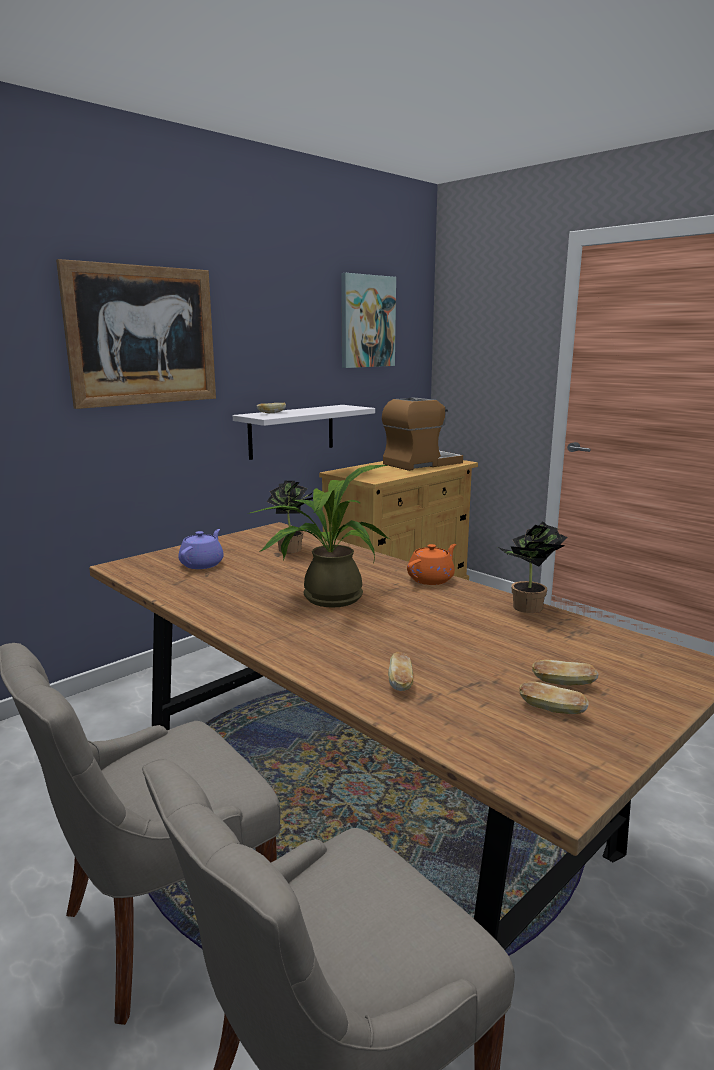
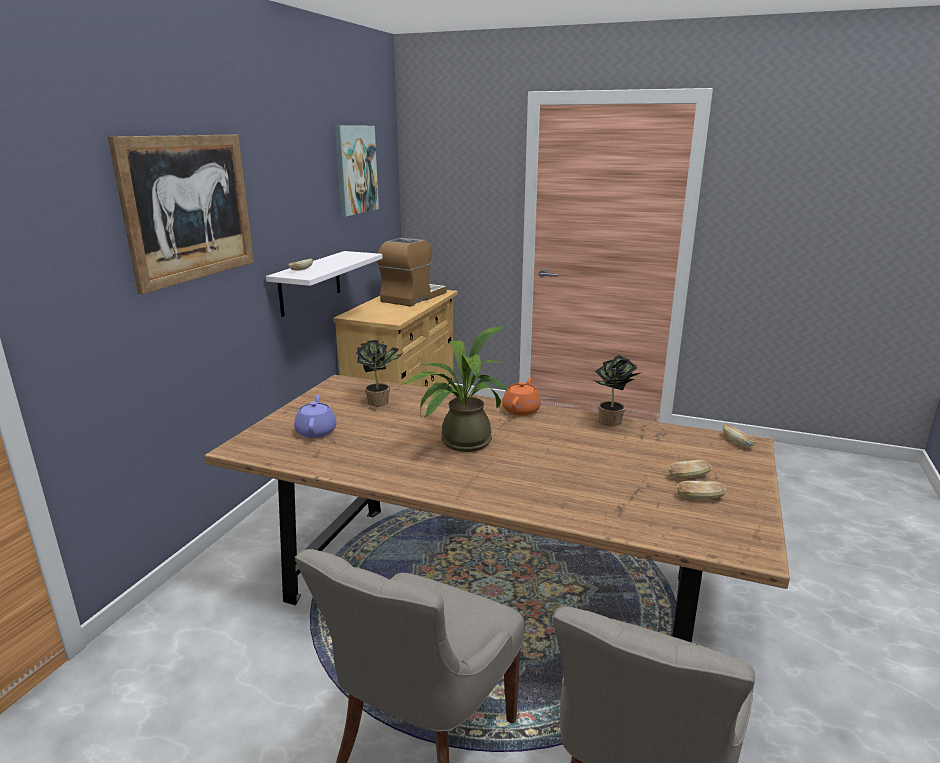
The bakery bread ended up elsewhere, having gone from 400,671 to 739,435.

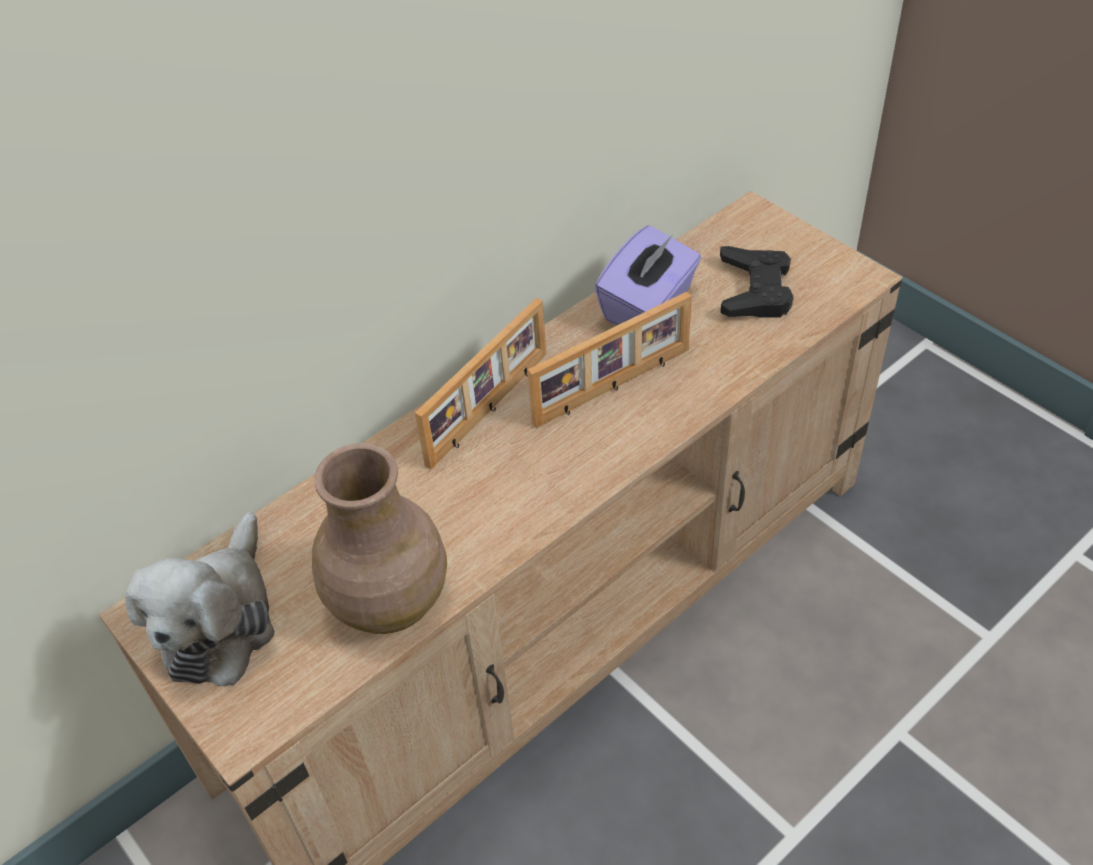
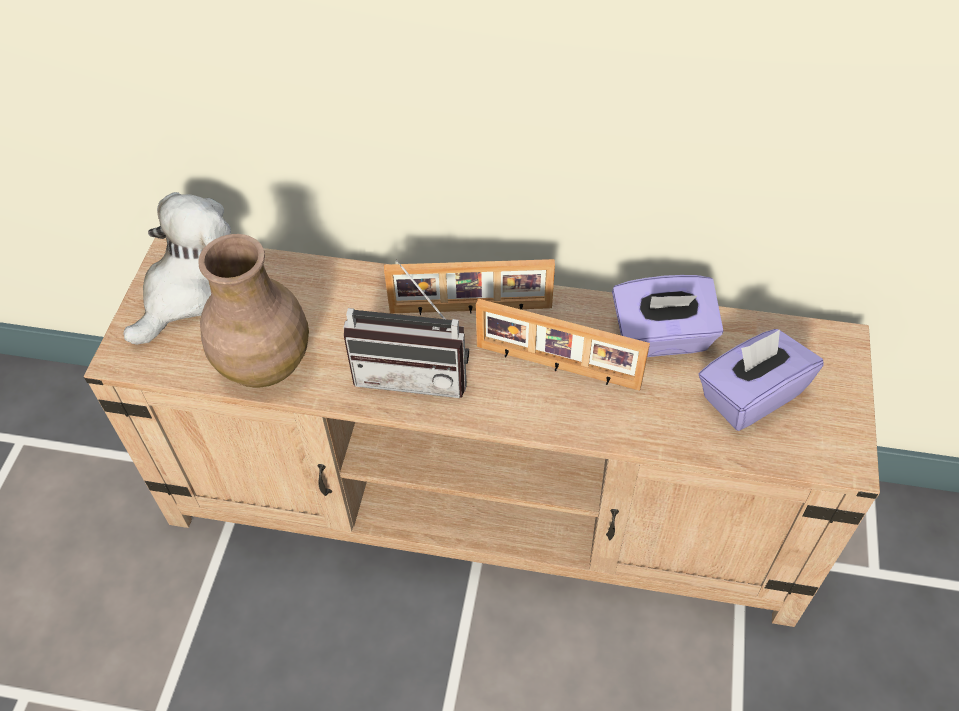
The second view gained the radio at 406,328. Where the blackish joypad stood at 757,282, the purple-coloured tissue holder came to stand at 761,380. The cuddly toy at 200,599 ended up facing another way, 150 degrees clockwise from before.

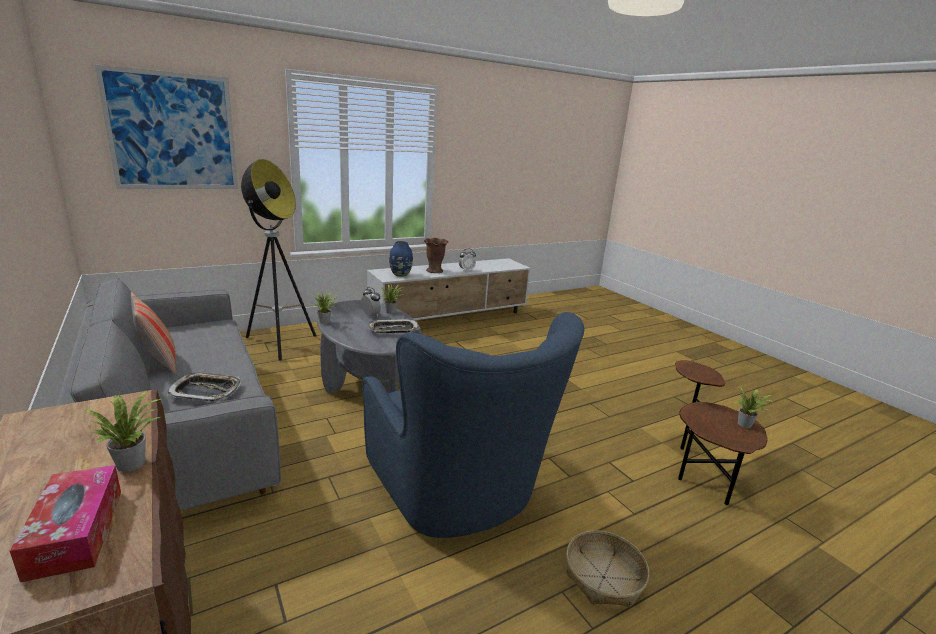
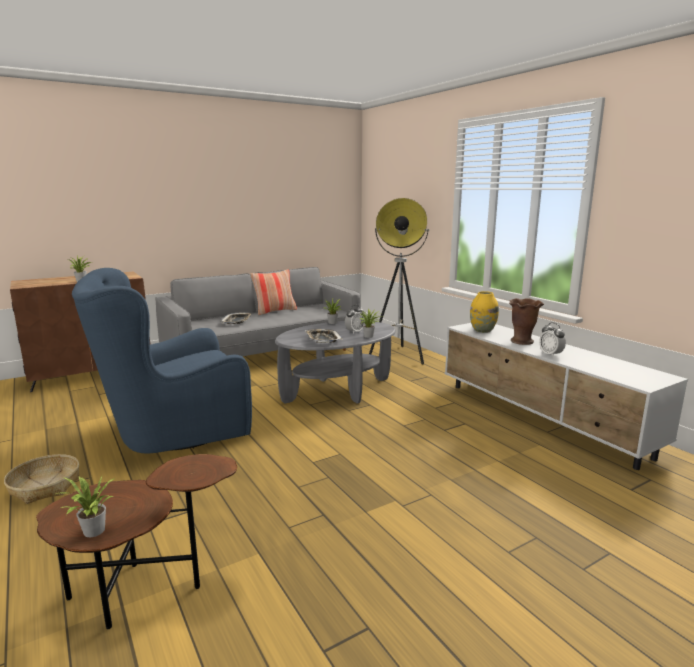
The second view lost the tissue holder at 65,523. The second view lost the wall art at 166,127. What was the blue flower vase at 401,259 turned into the yellowish flower vase at 484,312.

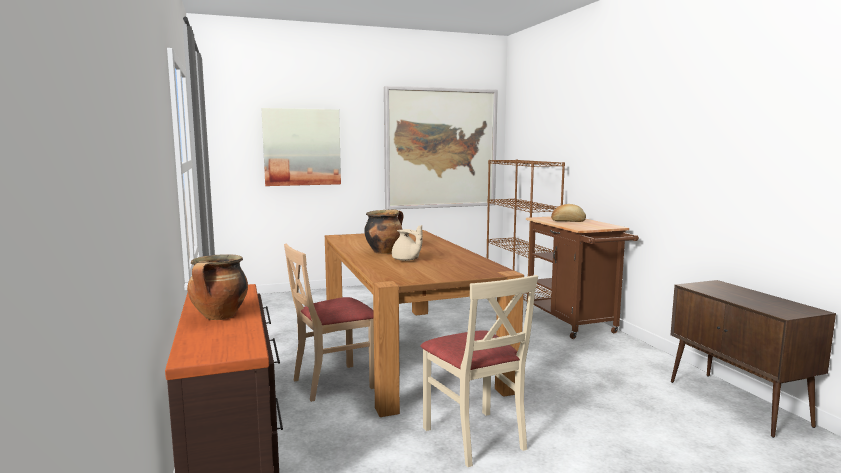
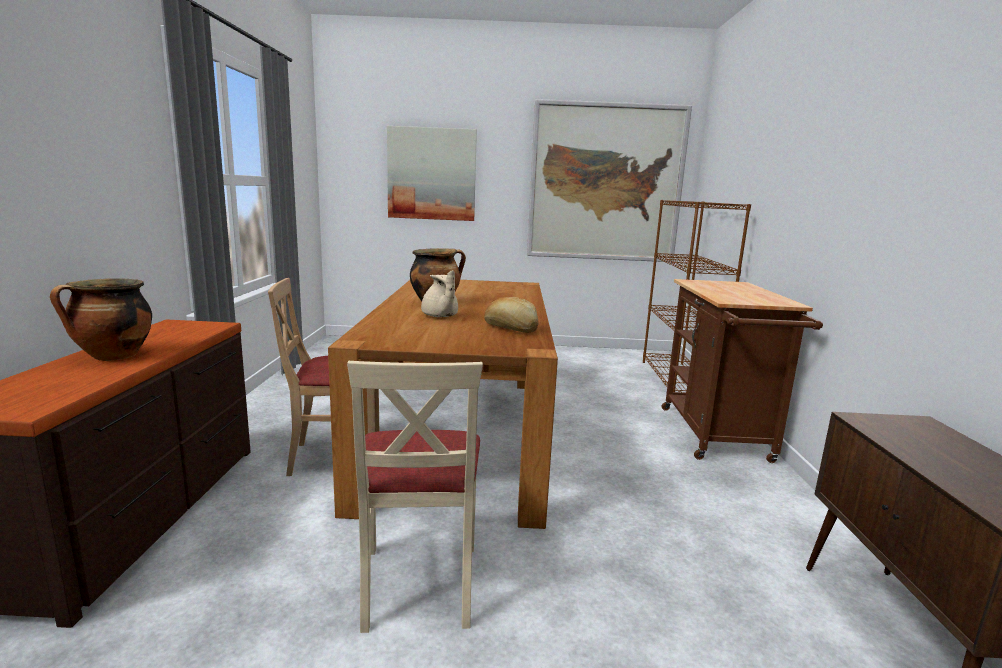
The bakery bread ended up elsewhere, having gone from 568,213 to 511,315.

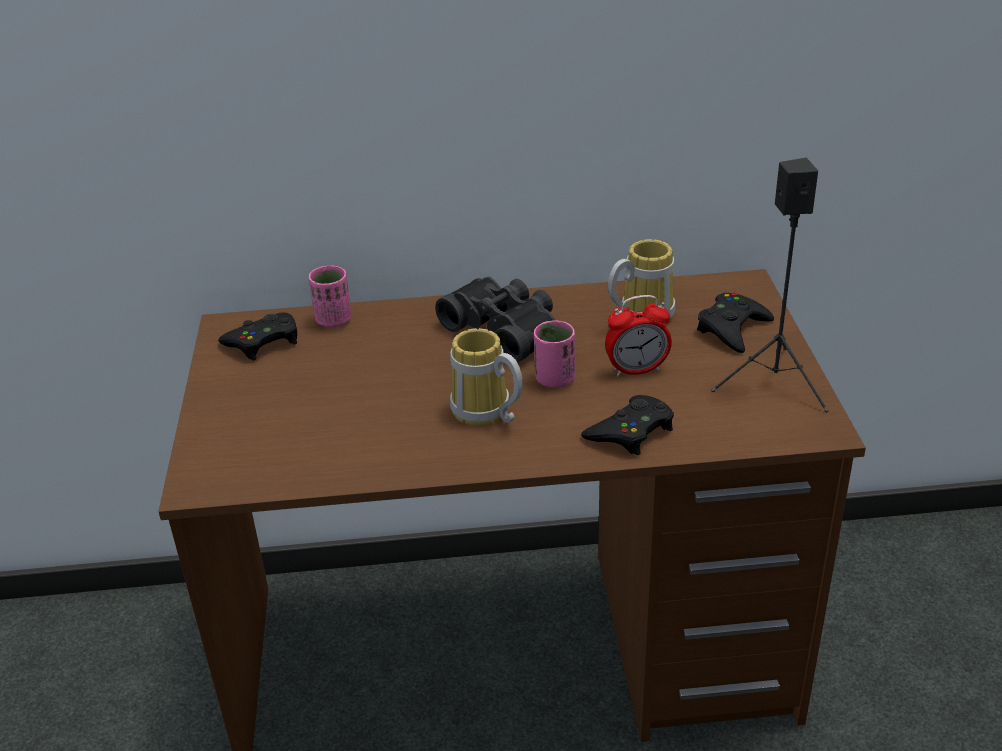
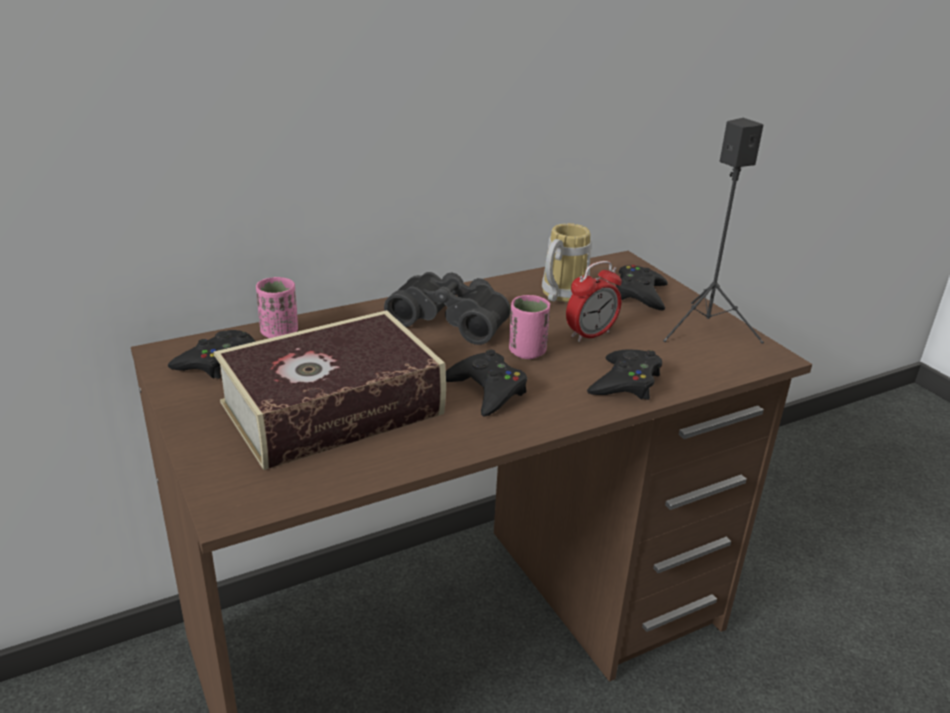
The second view gained the book at 330,390. Where the mug stood at 486,377, the blackish joypad came to stand at 486,383.

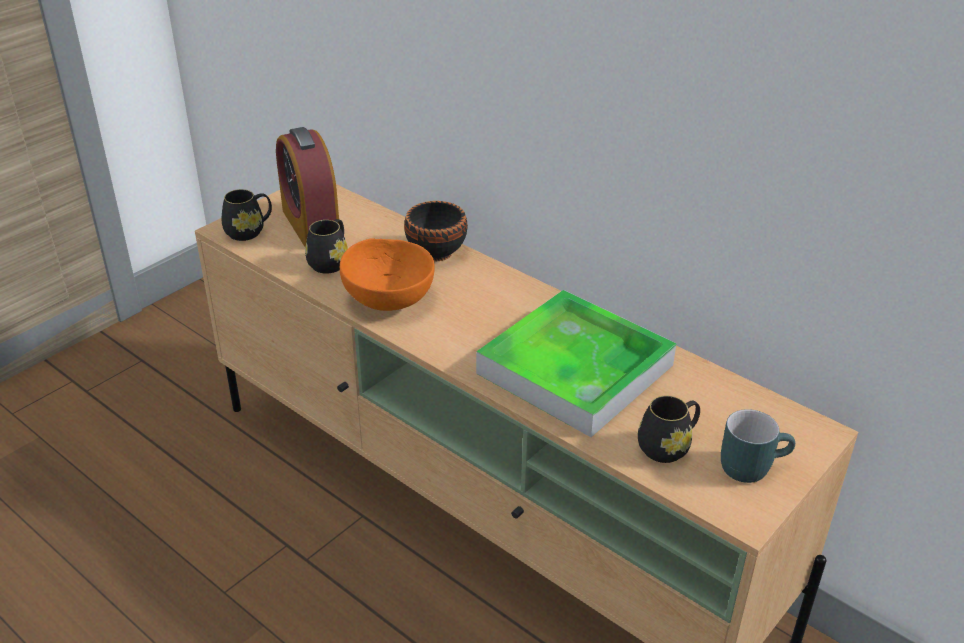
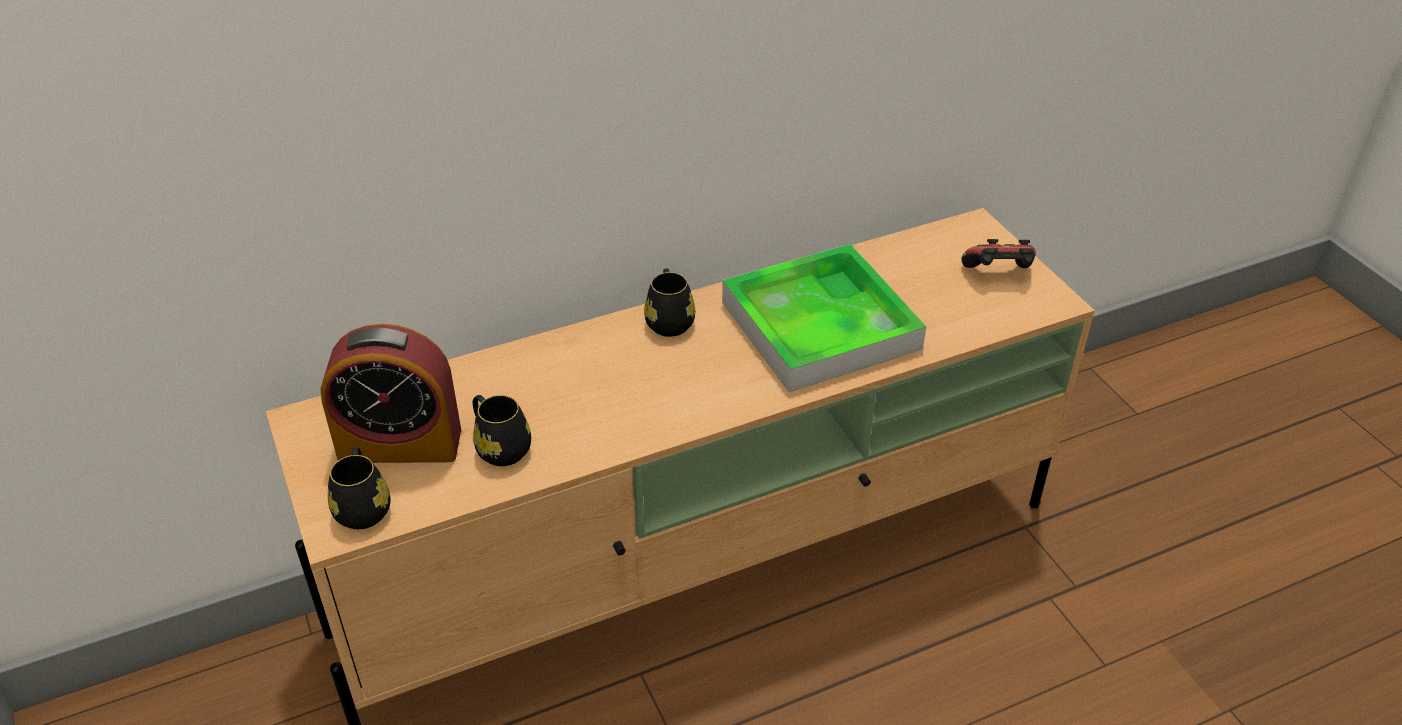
The second view lost the orange deep dish at 387,274. The second view lost the blackish deep dish at 436,231. The blackish mug ended up elsewhere, having gone from 669,429 to 669,303. Where the turquoise-coloured mug stood at 758,446, the joypad came to stand at 998,253.

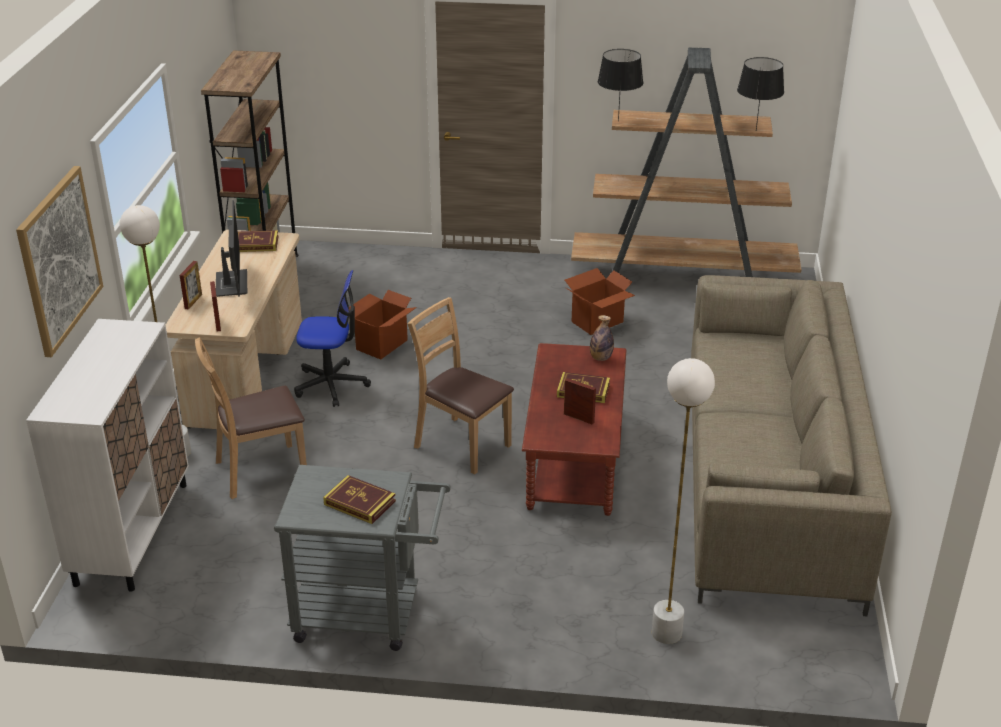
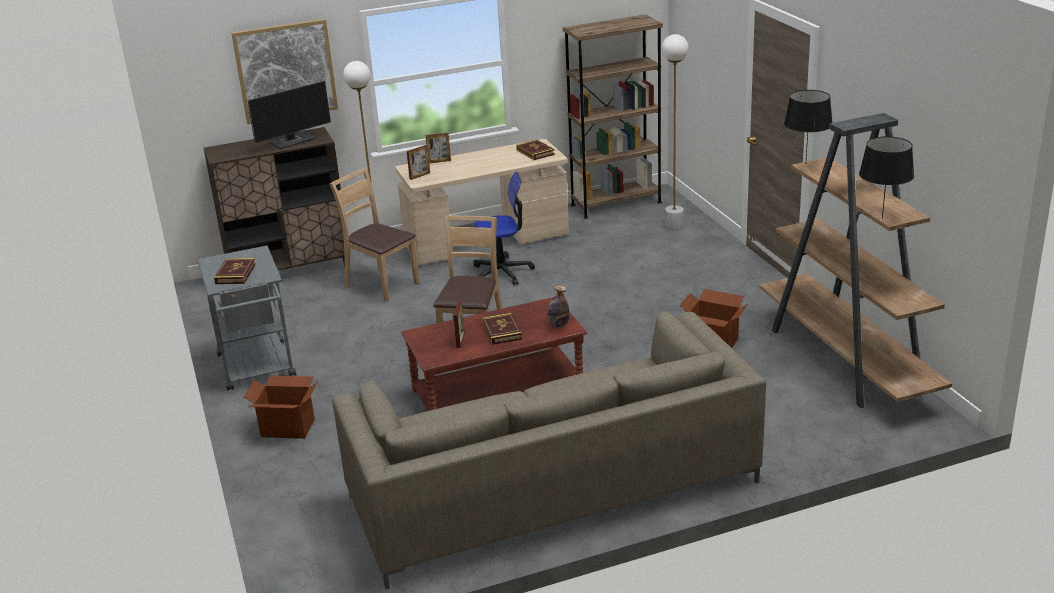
The monitor ended up elsewhere, having gone from 231,248 to 289,115. The packing box ended up elsewhere, having gone from 383,324 to 281,407. The white standing lamp ended up elsewhere, having gone from 683,501 to 675,132. What was the white storage cabinet at 107,455 turned into the brown storage cabinet at 274,198. The office chair at 332,338 ended up facing another way, 75 degrees counterclockwise from before.

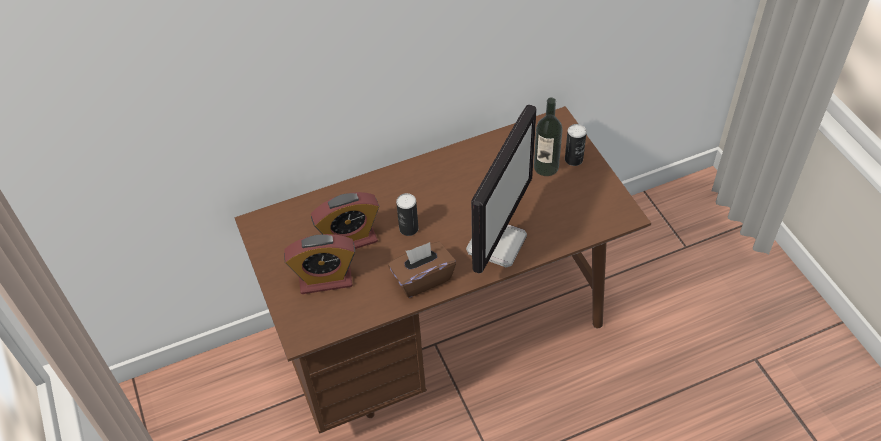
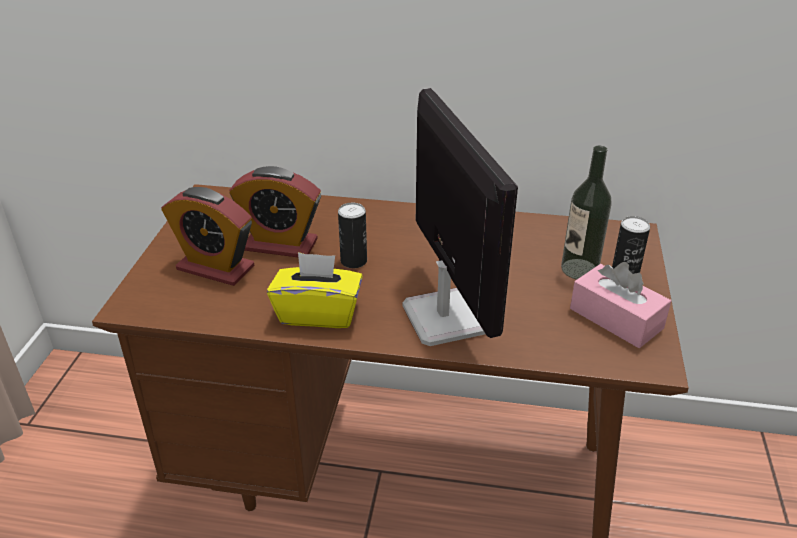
The second view gained the pink tissue holder at 620,305. What was the brown tissue holder at 422,270 turned into the yellowish tissue holder at 315,290. The monitor at 501,188 ended up facing another way, 75 degrees counterclockwise from before.

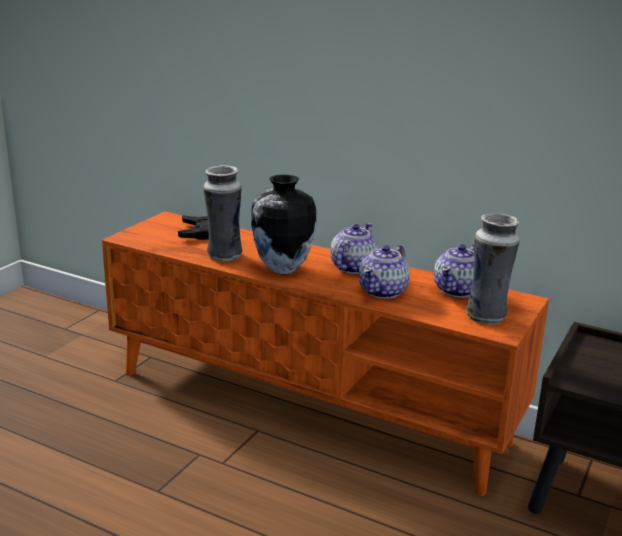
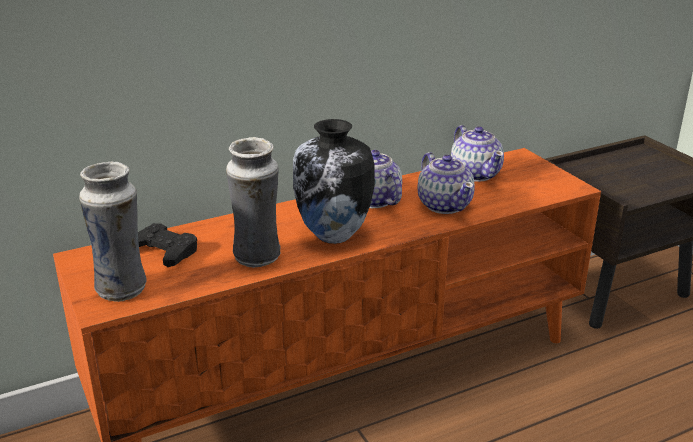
The flower vase ended up elsewhere, having gone from 493,269 to 113,232.

